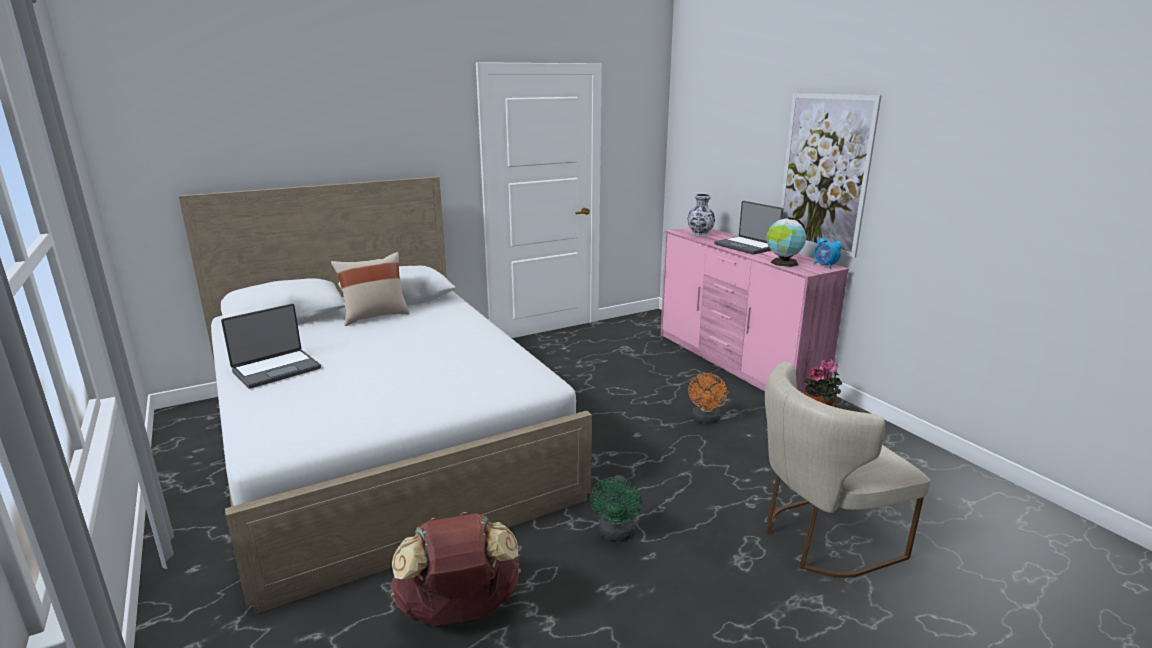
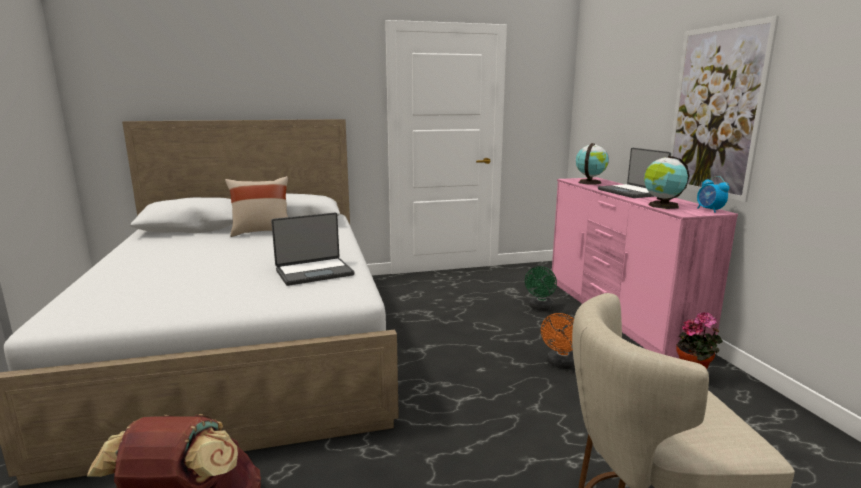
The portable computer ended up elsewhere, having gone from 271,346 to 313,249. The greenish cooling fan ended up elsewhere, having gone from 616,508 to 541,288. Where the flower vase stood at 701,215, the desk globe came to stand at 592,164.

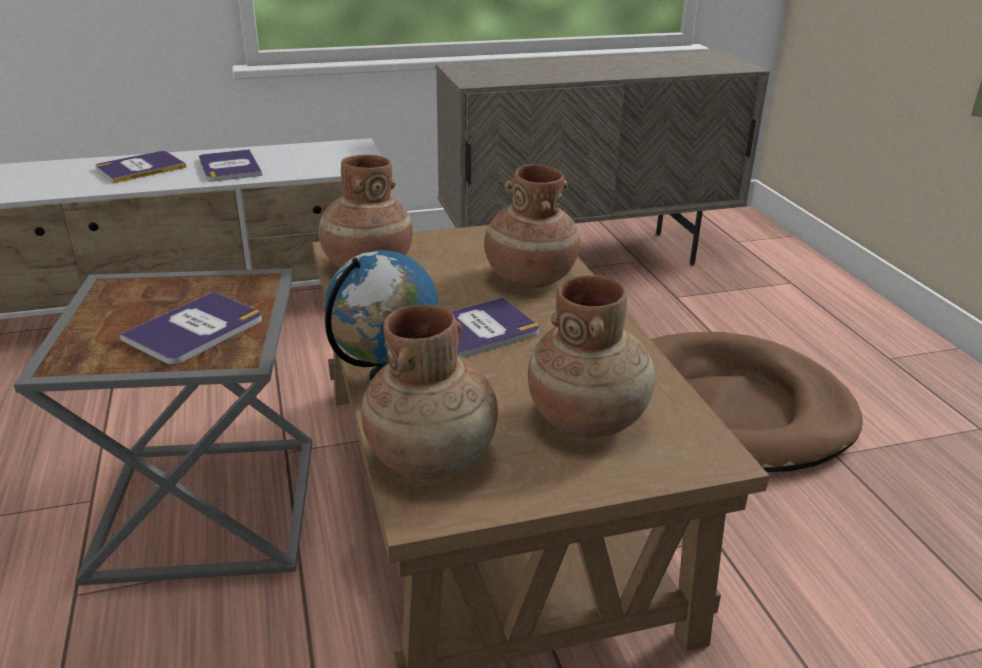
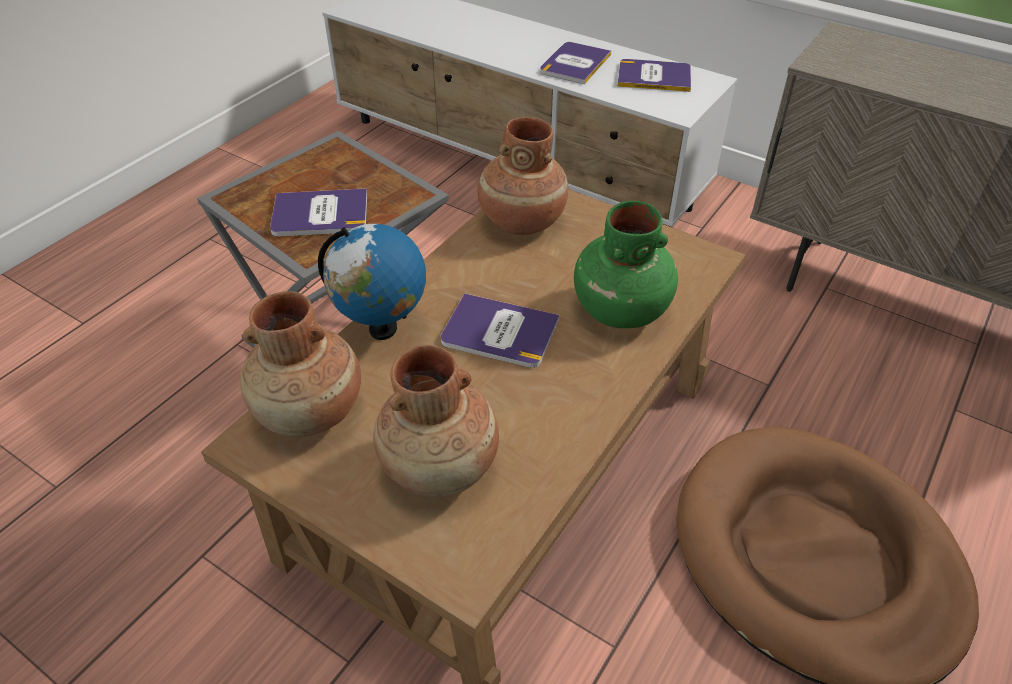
The book ended up elsewhere, having gone from 141,167 to 654,75. What was the brown flower vase at 532,226 turned into the greenish flower vase at 626,264.

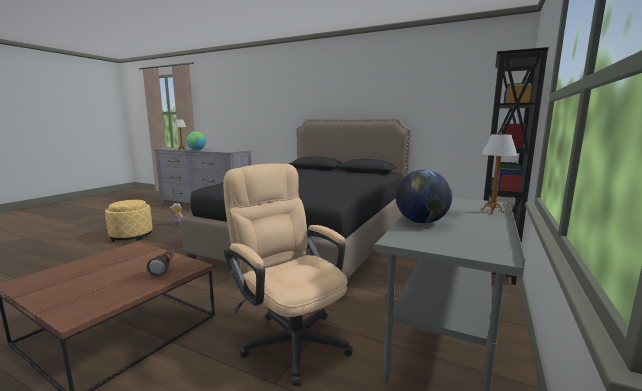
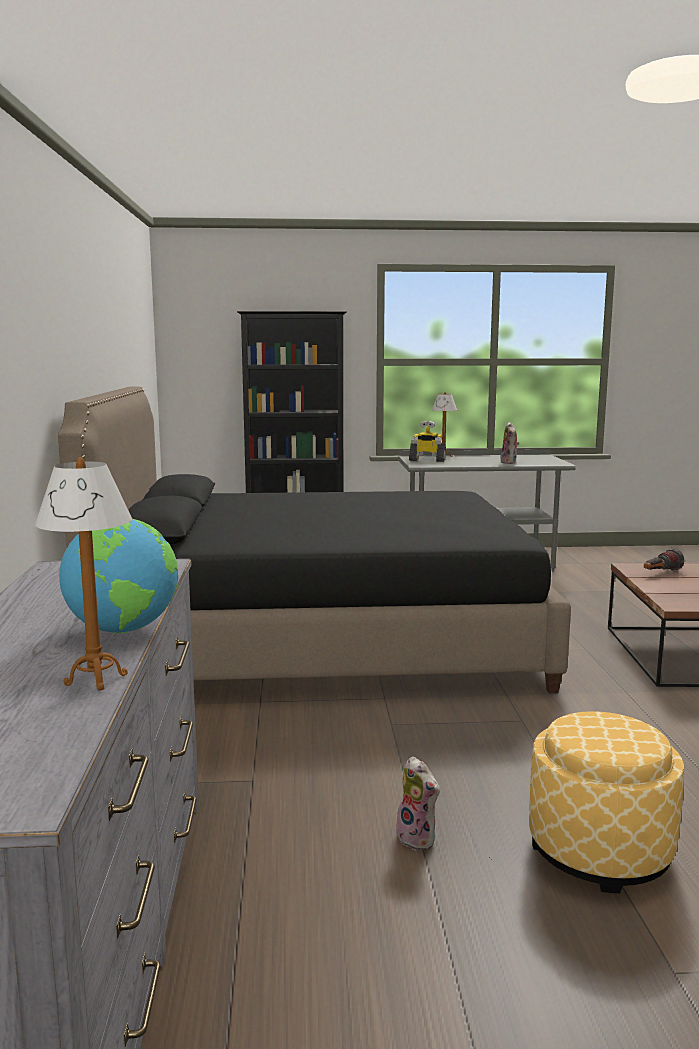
The second view lost the sand-coloured office chair at 288,274. The second view gained the model robot at 427,441. Where the desk globe stood at 424,196, the cuddly toy came to stand at 510,443.

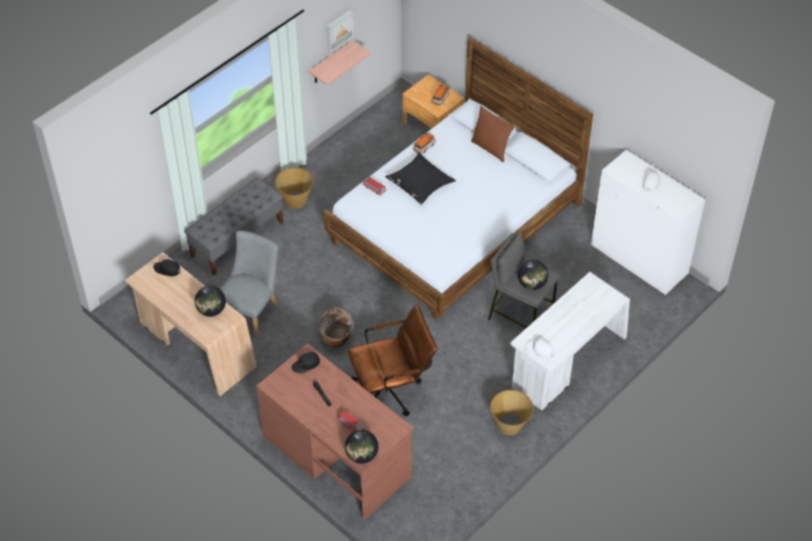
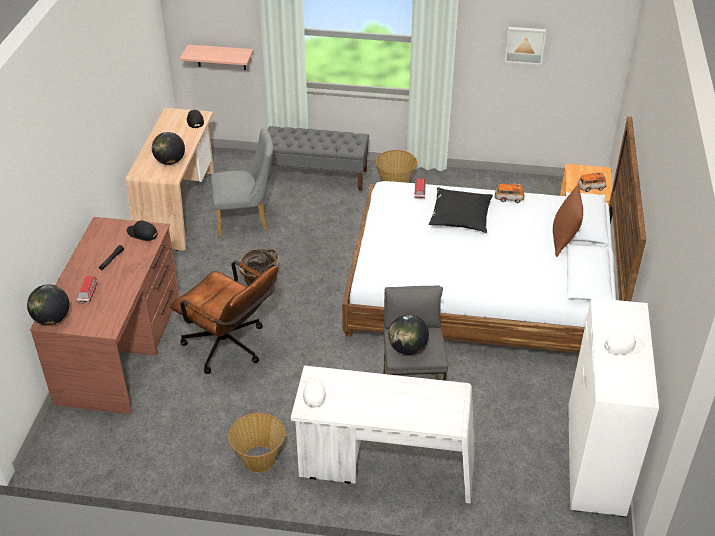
The wall shelf ended up elsewhere, having gone from 339,62 to 216,57.

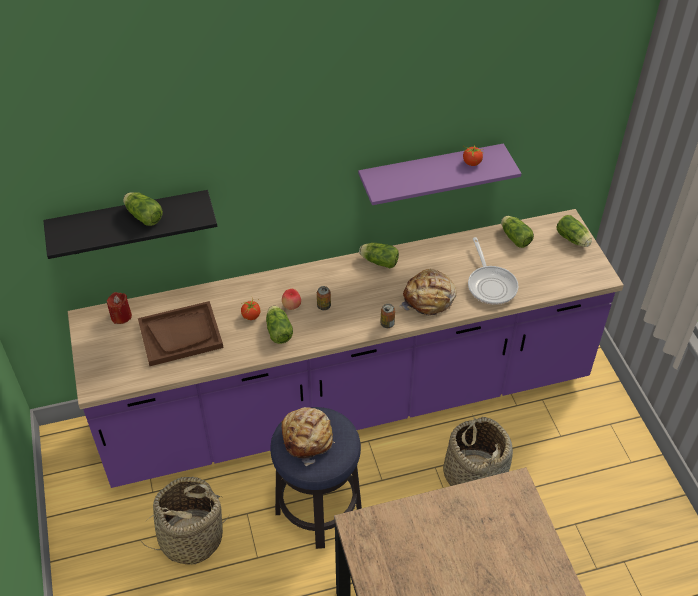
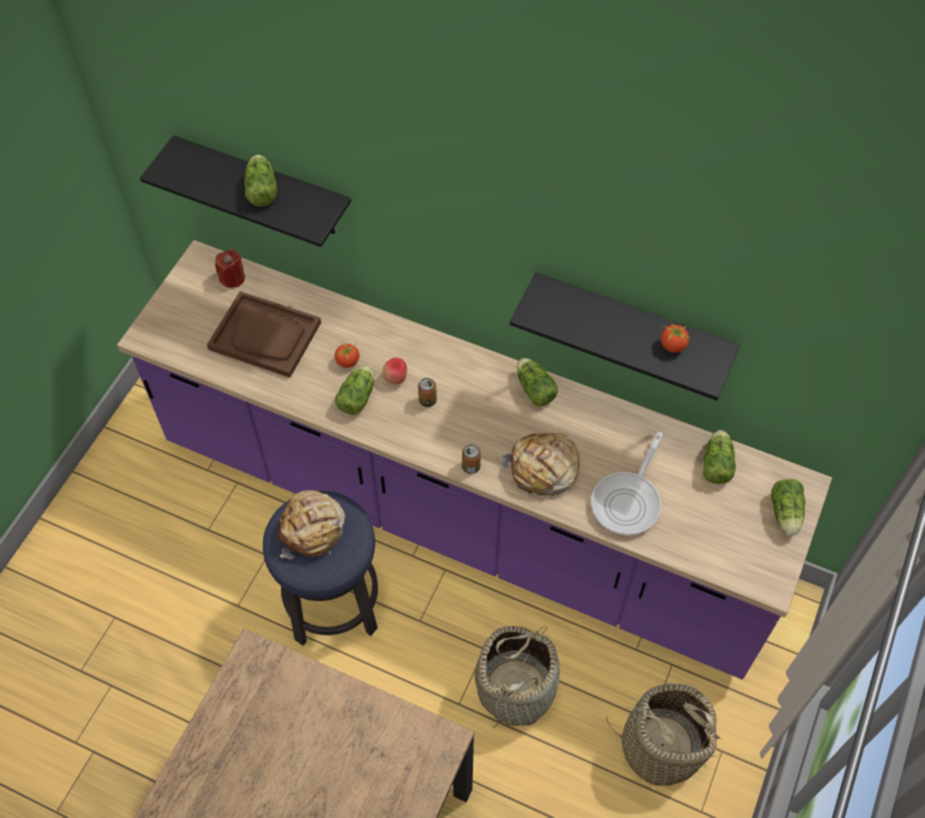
The storage basket ended up elsewhere, having gone from 184,521 to 664,735. What was the purple-coloured wall shelf at 440,174 turned into the blackish wall shelf at 624,337.

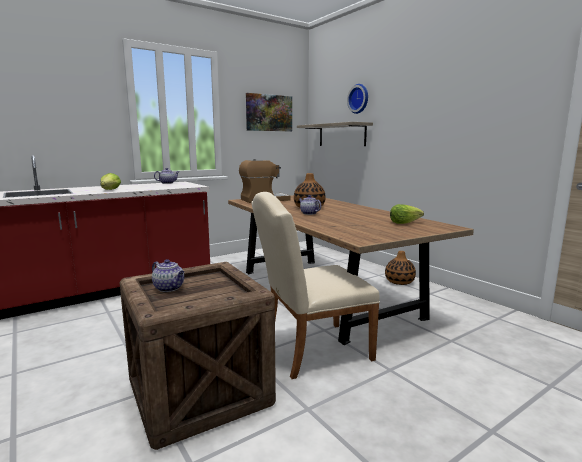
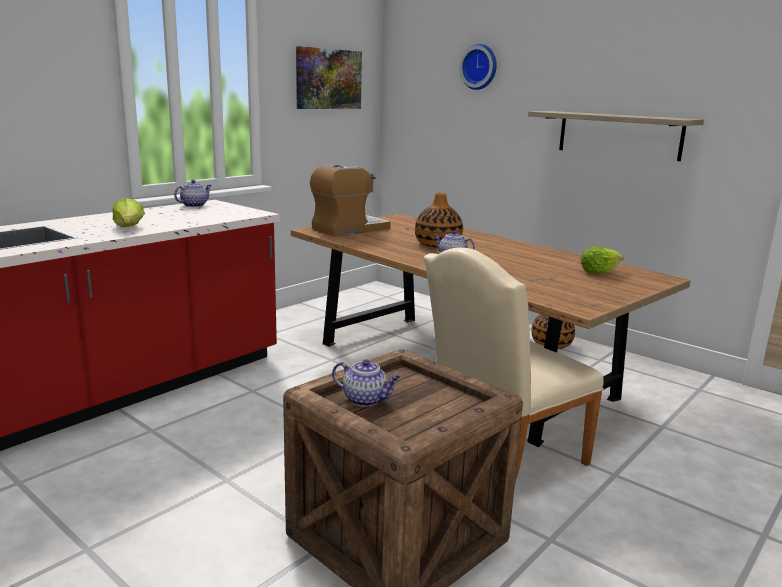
The wall shelf ended up elsewhere, having gone from 335,134 to 616,136.

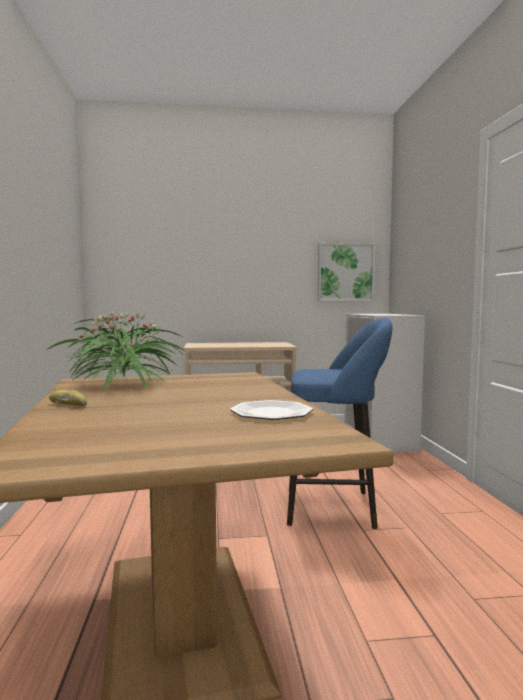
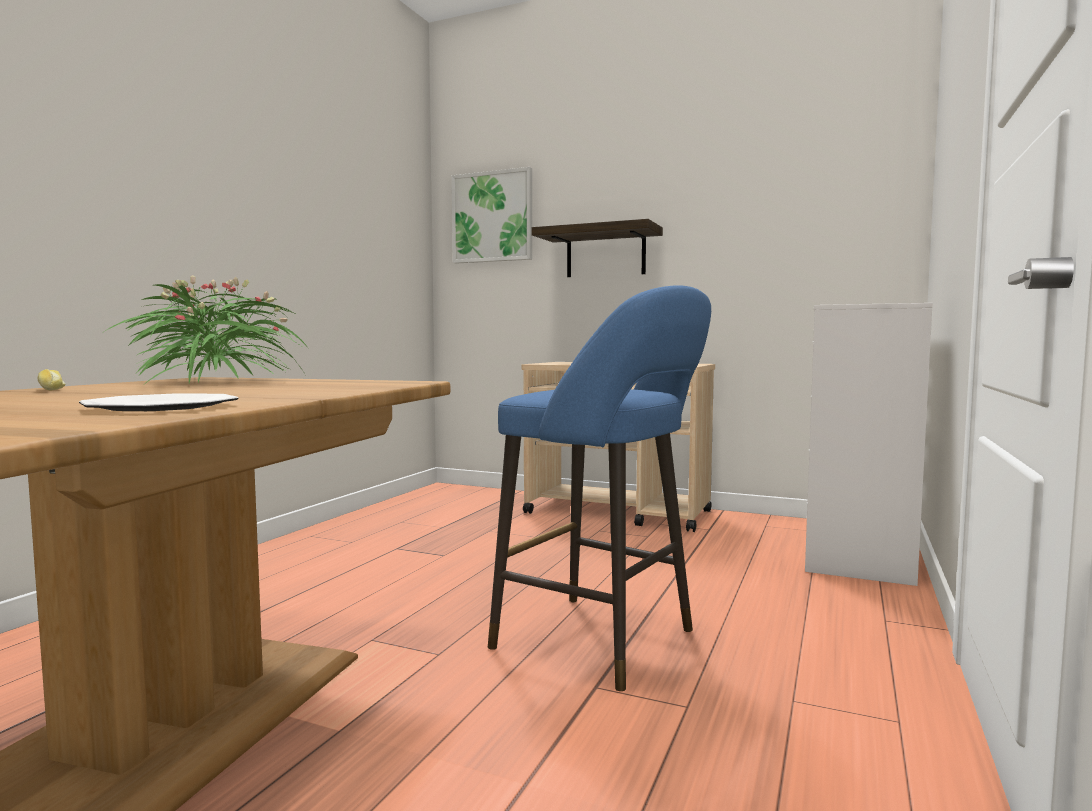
The second view gained the wall shelf at 597,248. The wall art ended up elsewhere, having gone from 346,272 to 491,215.

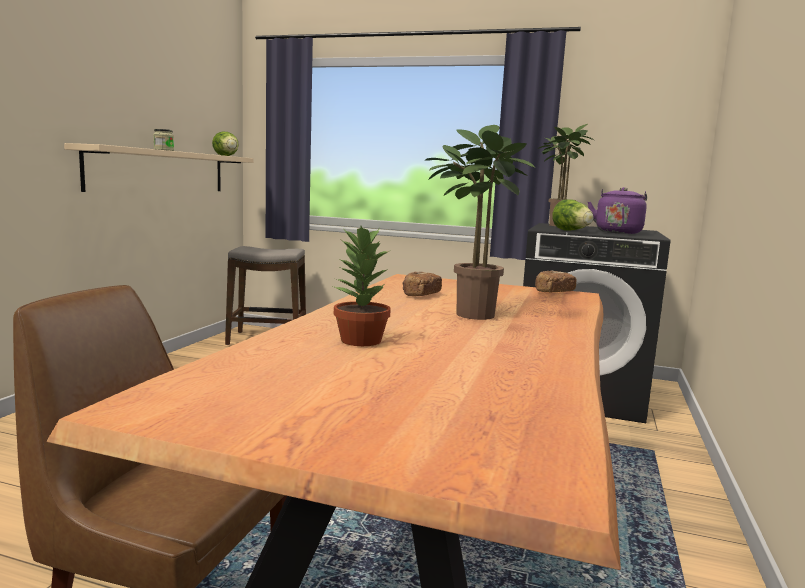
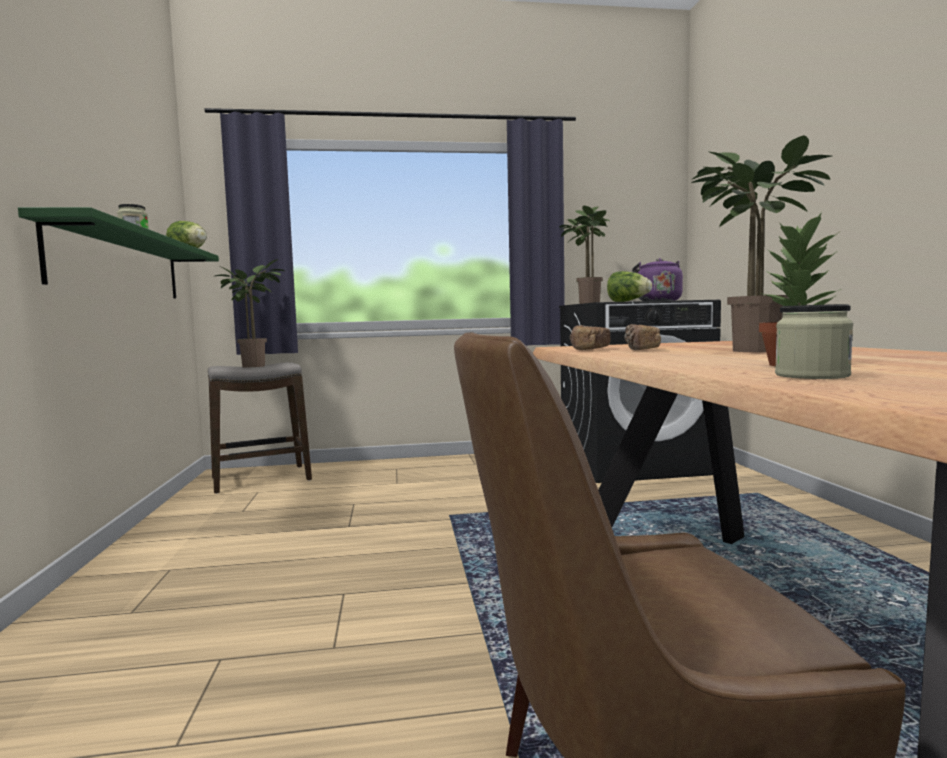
The second view gained the potted plant at 250,313. The second view gained the preserve jar at 814,341. The bakery bread ended up elsewhere, having gone from 555,281 to 590,337. What was the sand-coloured wall shelf at 158,167 turned into the greenish wall shelf at 118,253.

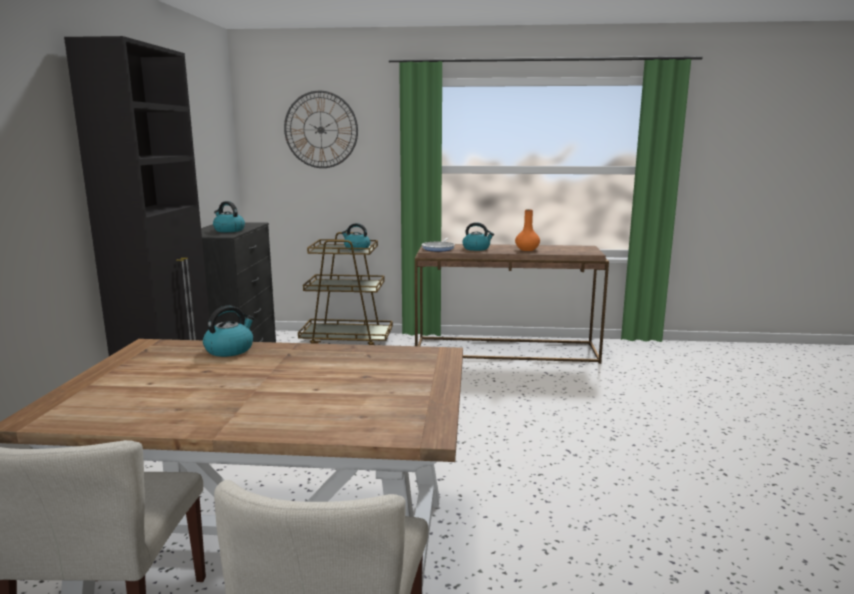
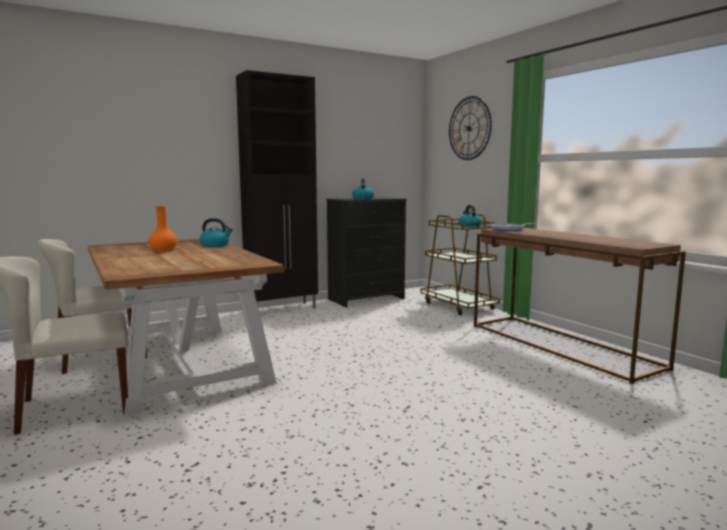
The second view lost the tea kettle at 478,236. The orange flower vase ended up elsewhere, having gone from 527,230 to 163,229.

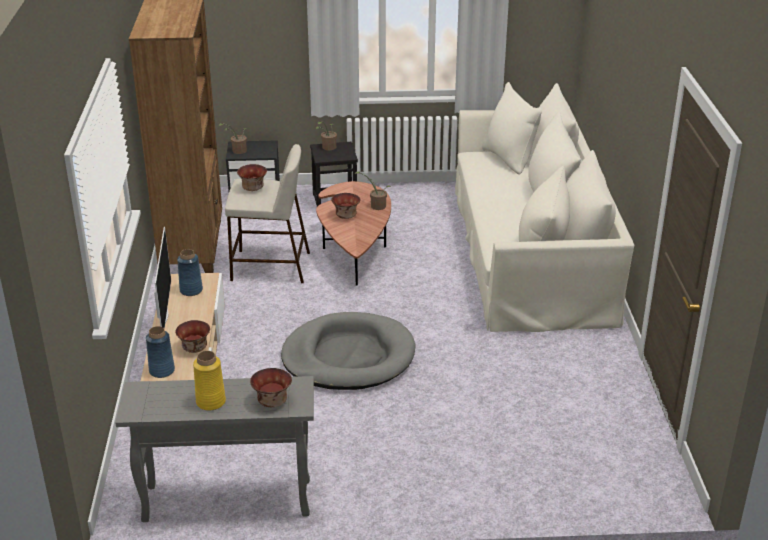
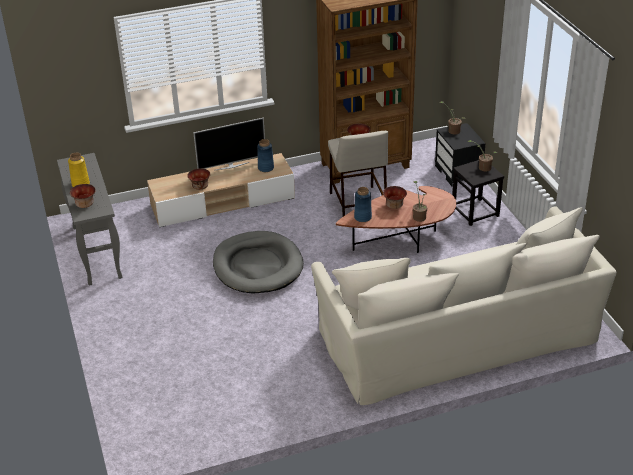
The blue flower vase ended up elsewhere, having gone from 160,352 to 363,204.

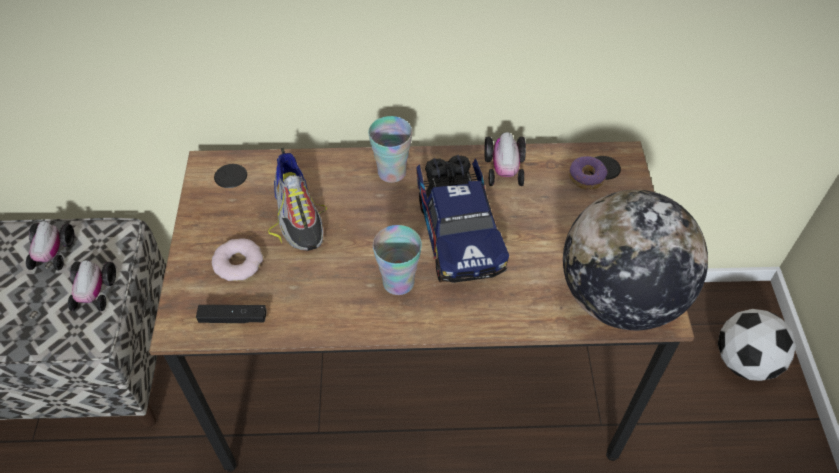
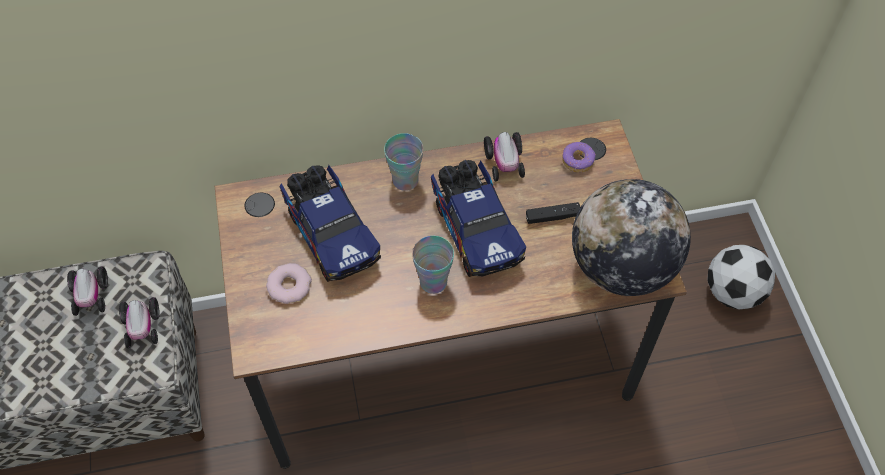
The blackish joypad ended up elsewhere, having gone from 231,314 to 553,213. Where the low shoe stood at 297,199, the model truck came to stand at 330,223.

